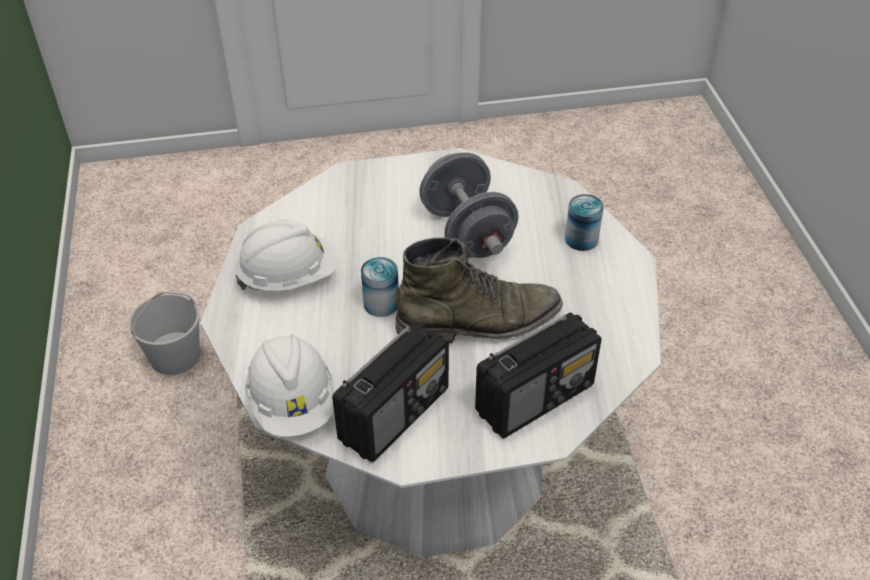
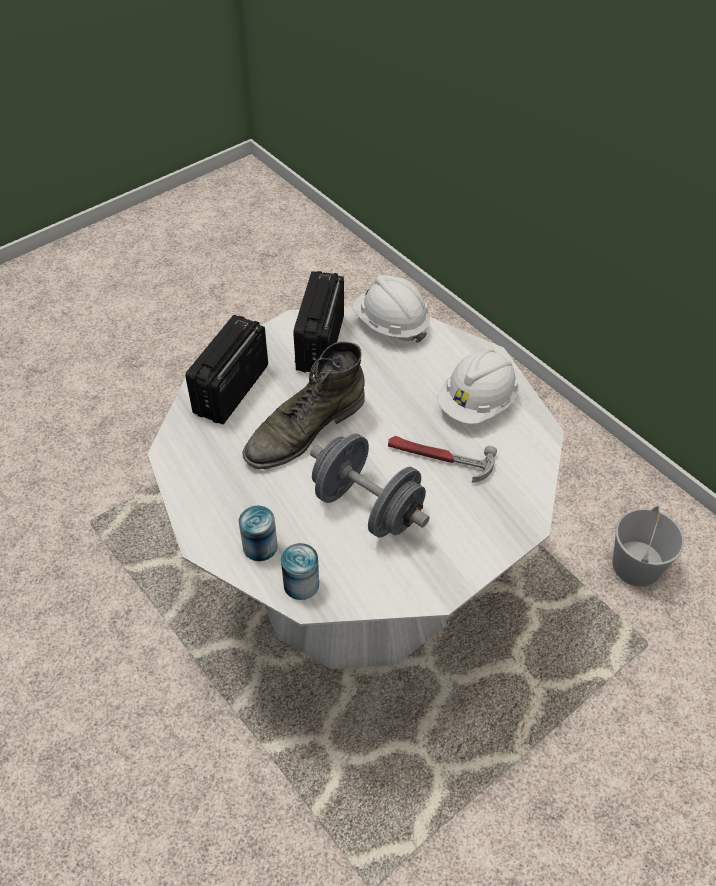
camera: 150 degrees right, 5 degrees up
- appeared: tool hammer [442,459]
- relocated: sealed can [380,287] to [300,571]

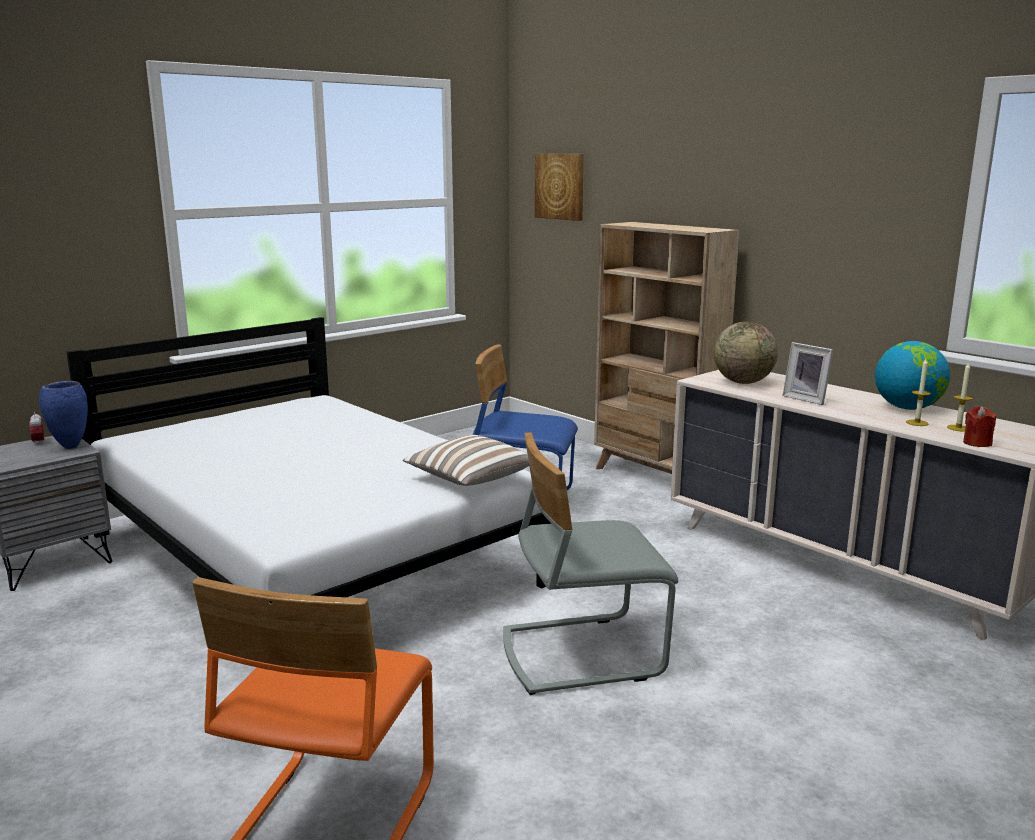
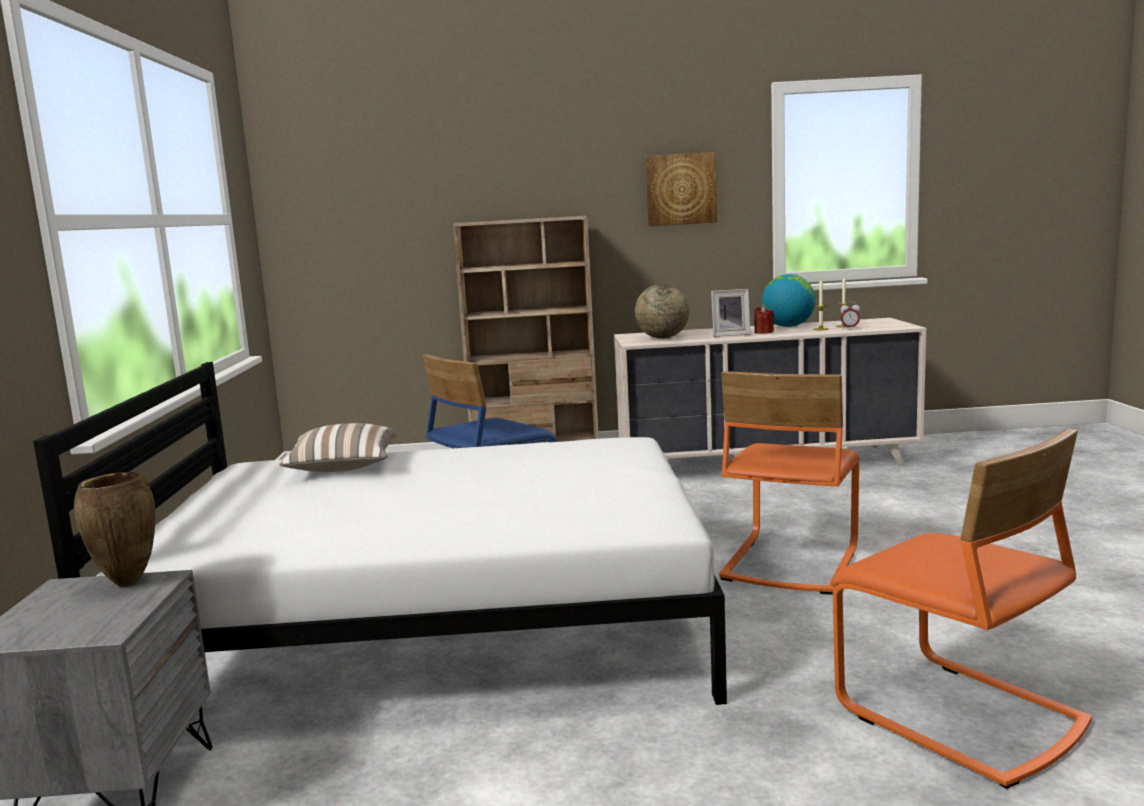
camera: 50 degrees left, 5 degrees down
- relocated: bedside clock [37,429] to [850,316]
- relocated: cushion [466,460] to [338,447]
- relocated: wall picture [559,187] to [681,189]
- relocated: reddish wax light [979,426] to [764,320]
- colour: bluish decorative vase [63,415] to brown-coloured decorative vase [114,529]
- colour: gray upright chair [590,564] to orange-coloured upright chair [789,483]

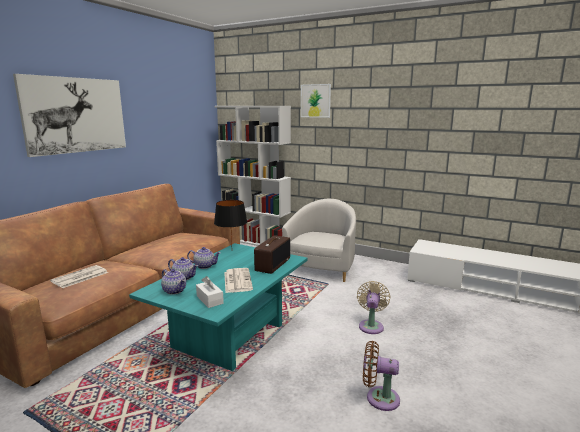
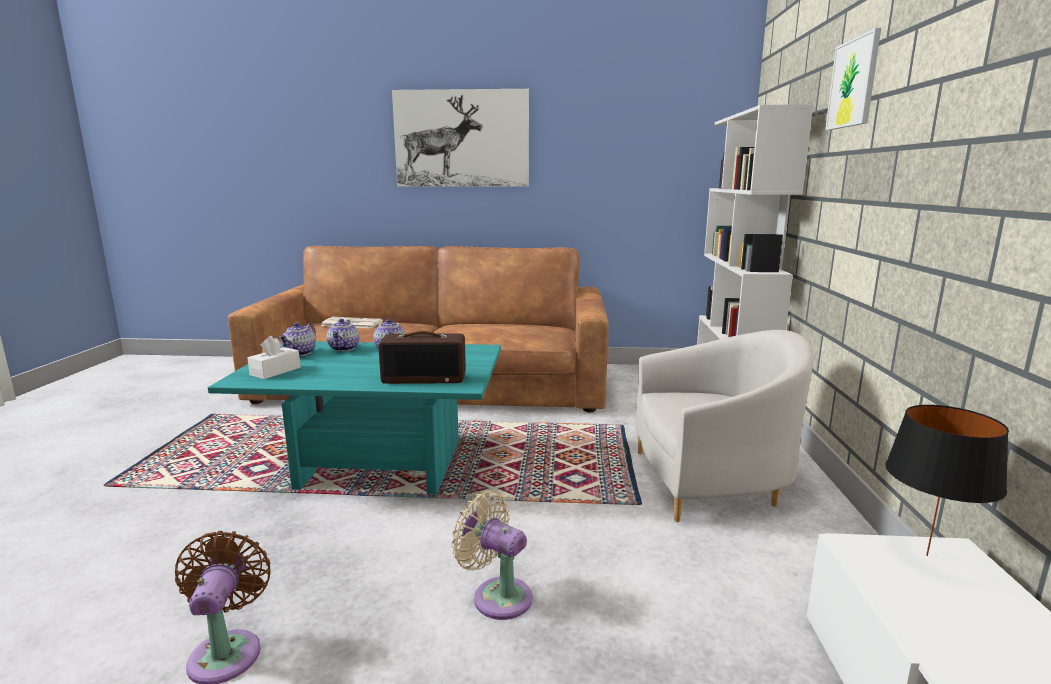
camera: 65 degrees right, 0 degrees up
- missing: daily paper [238,280]
- relocated: black-coloured tabletop lamp [230,222] to [947,480]
- spun: beige electric fan [374,307] = [491,555] 135 degrees counterclockwise

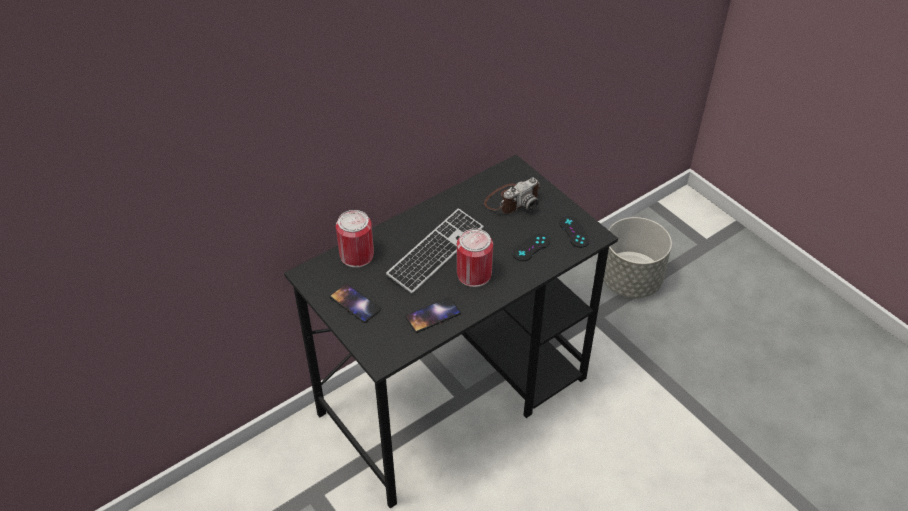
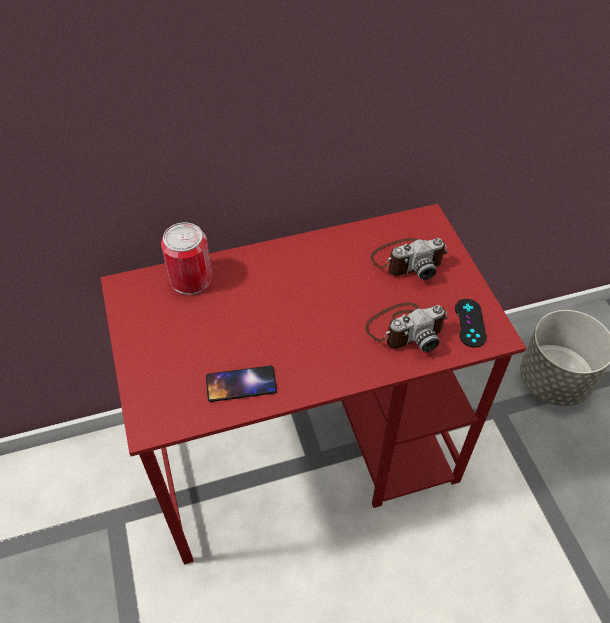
camera: 20 degrees right, 5 degrees up
- missing: handset [355,303]
- missing: PC keyboard [435,251]
- missing: sealed can [475,258]
- exchanged: black-coloured game controller [531,247] to still camera [406,327]
- colour: black-coloured desk [451,331] to reddish desk [313,384]

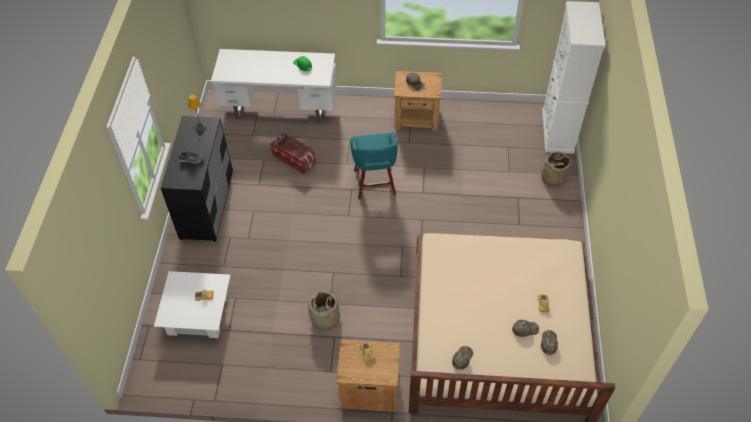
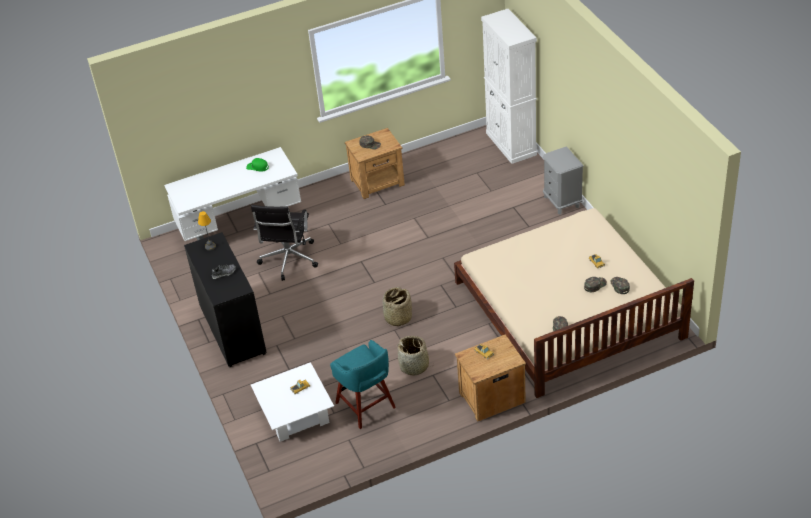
camera: 25 degrees left, 10 degrees down
- appeared: gray bedside table [563,180]
- relocated: turquoise-coloured stool [374,165] to [363,384]
- relocated: storage basket [556,169] to [397,306]
- exchanged: storage bin [293,154] to black-coloured computer chair [284,243]

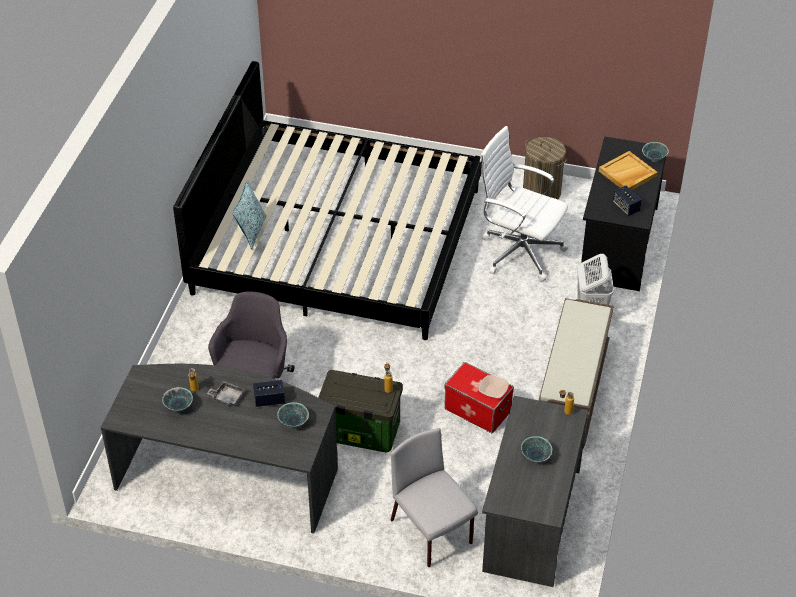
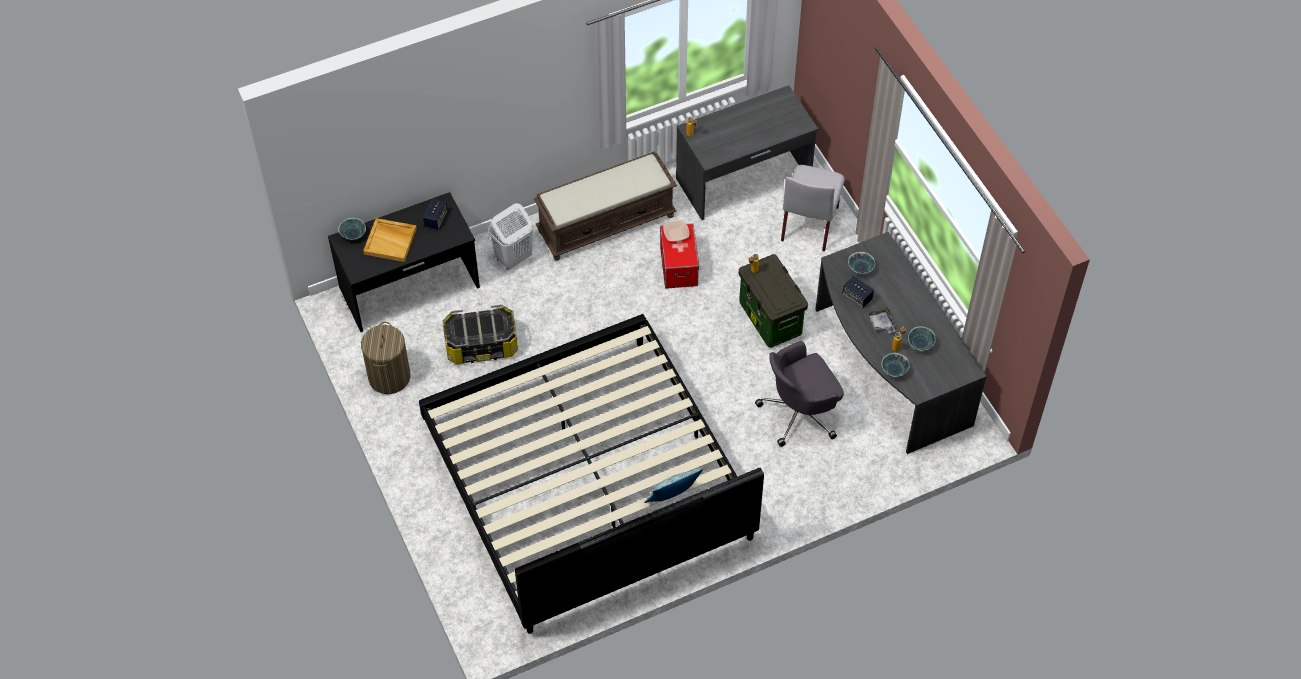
camera: 130 degrees left, 10 degrees up
- relocated: bowl [536,449] to [895,365]
- exchanged: white computer chair [524,204] to storage bin [480,334]

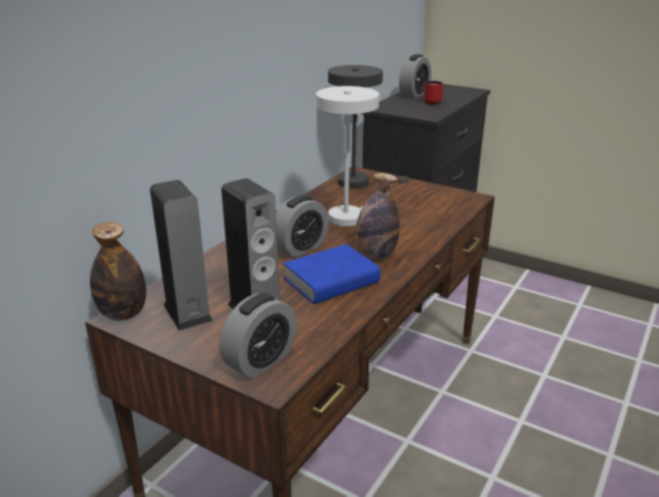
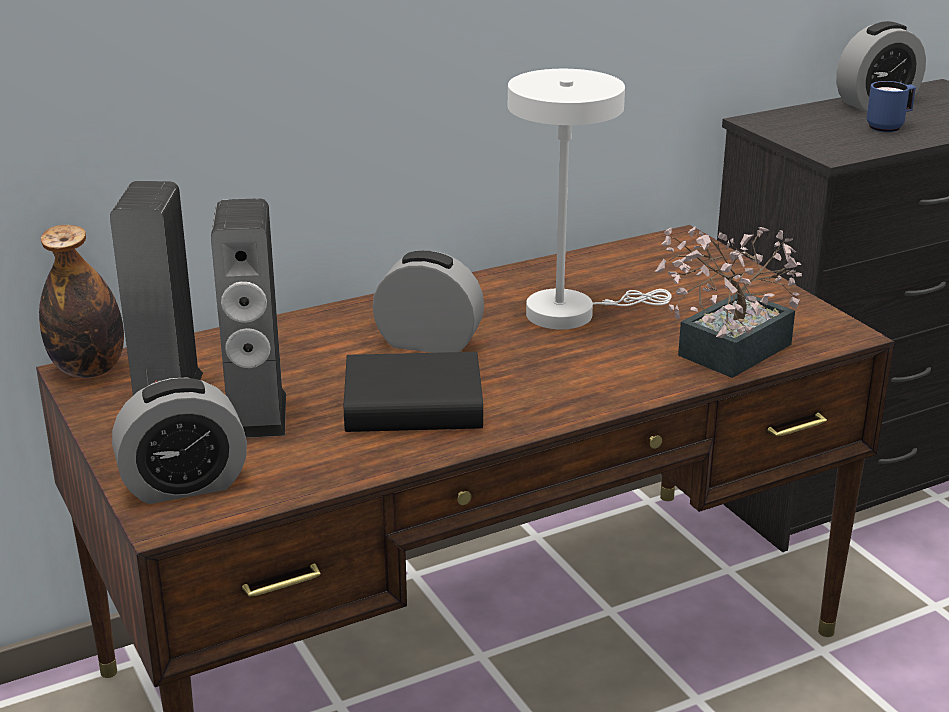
camera: 30 degrees right, 0 degrees up
- missing: gray tabletop lamp [369,127]
- missing: bottle [377,216]
- appeared: plant in a pot [728,302]
- colour: bluish book [332,274] to black-coloured book [413,392]
- colour: reddish coffee mug [433,93] to bluish coffee mug [891,106]
- spun: bedside clock [302,226] = [428,302] 150 degrees counterclockwise

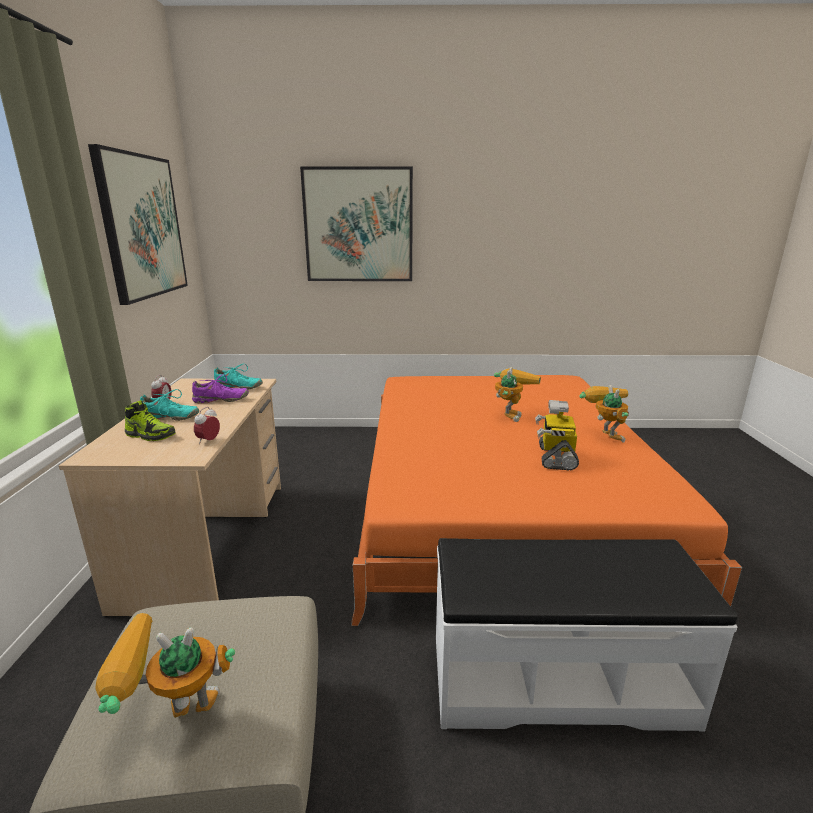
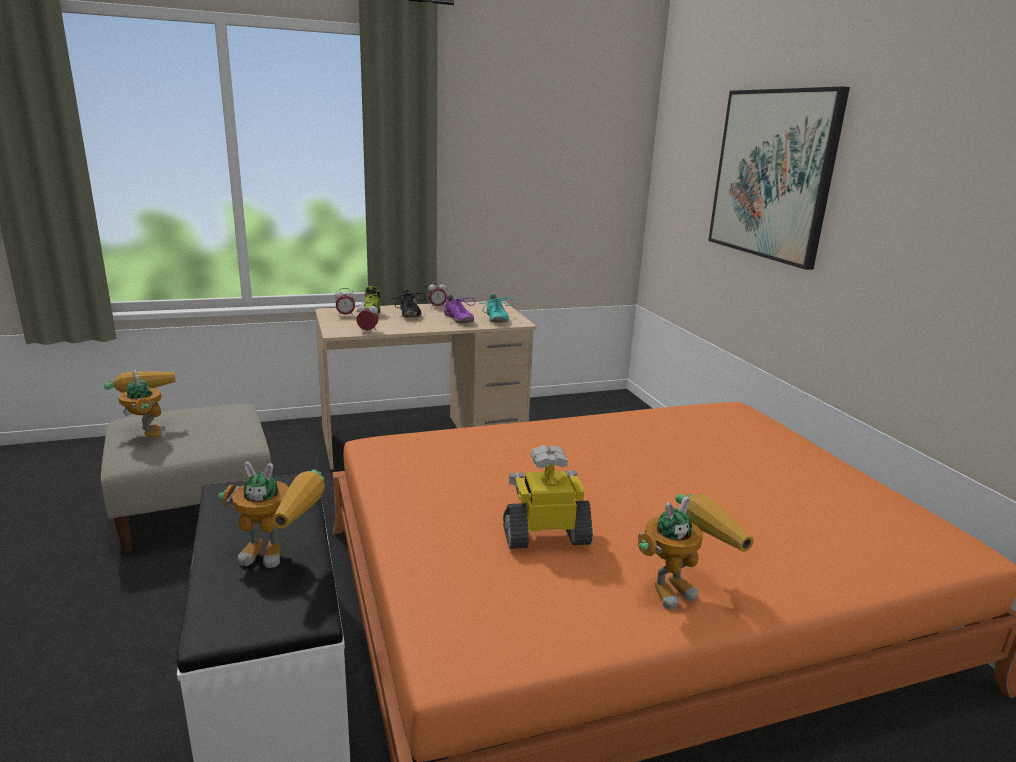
camera: 70 degrees right, 0 degrees up
- missing: wall picture [138,224]
- appeared: bedside clock [345,302]
- relocated: model robot [517,394] to [271,515]
- colour: turquoise-coloured item of footwear [169,405] to black-coloured item of footwear [408,303]

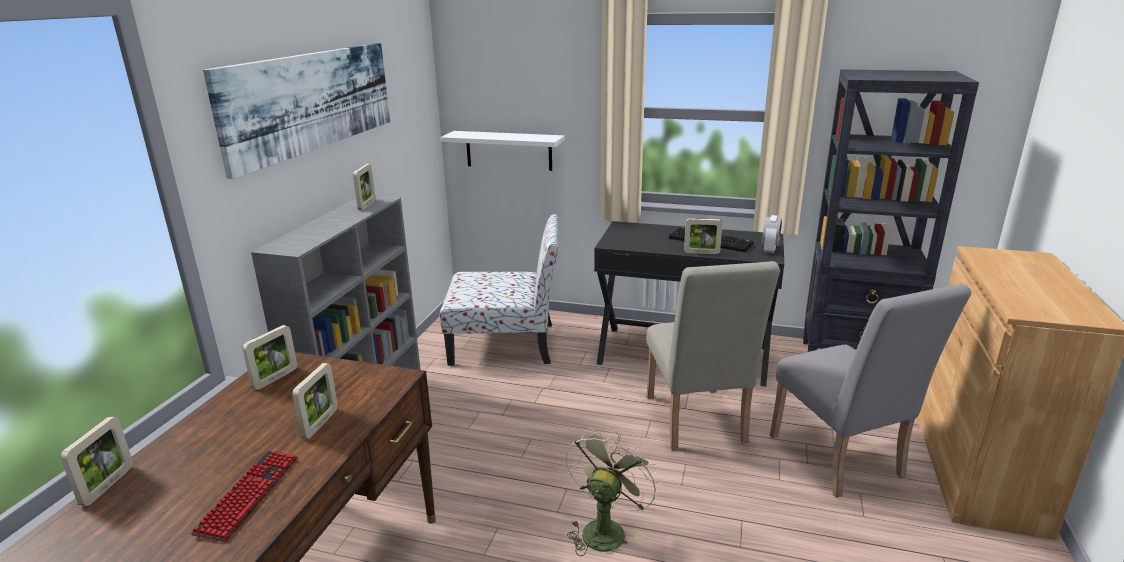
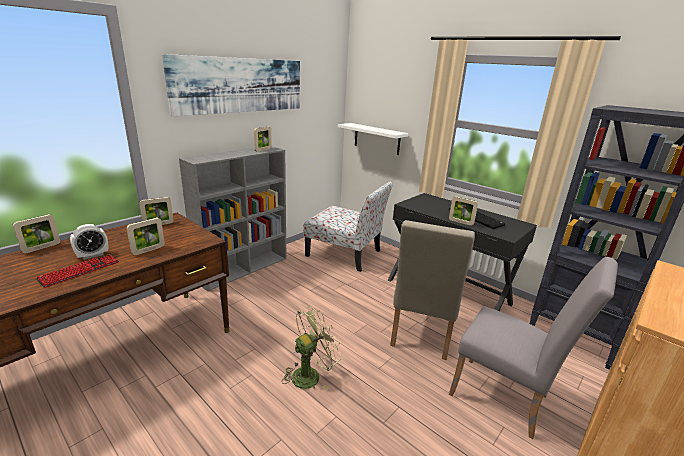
camera: 25 degrees right, 0 degrees up
- relocated: bedside clock [772,234] to [89,242]
- spun: gray upright chair [870,391] = [533,348] 60 degrees counterclockwise

